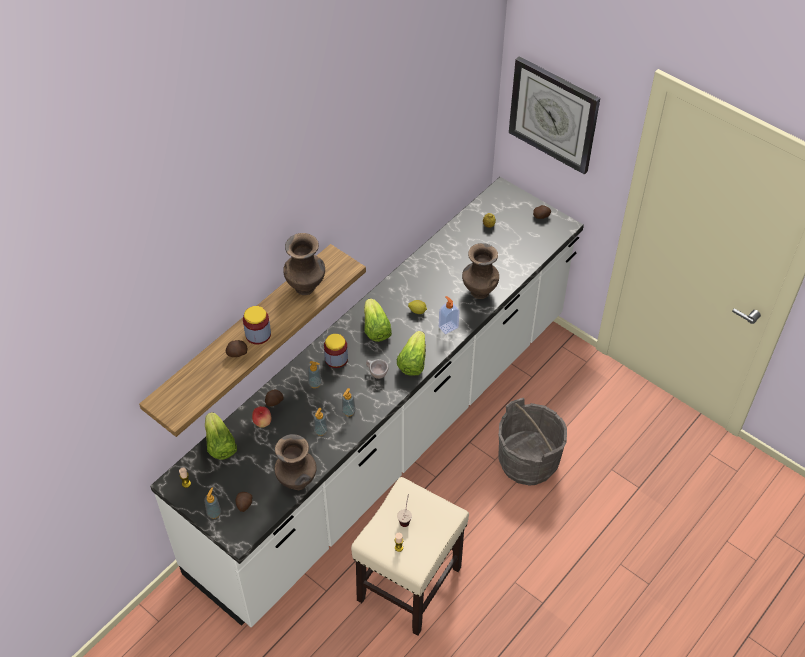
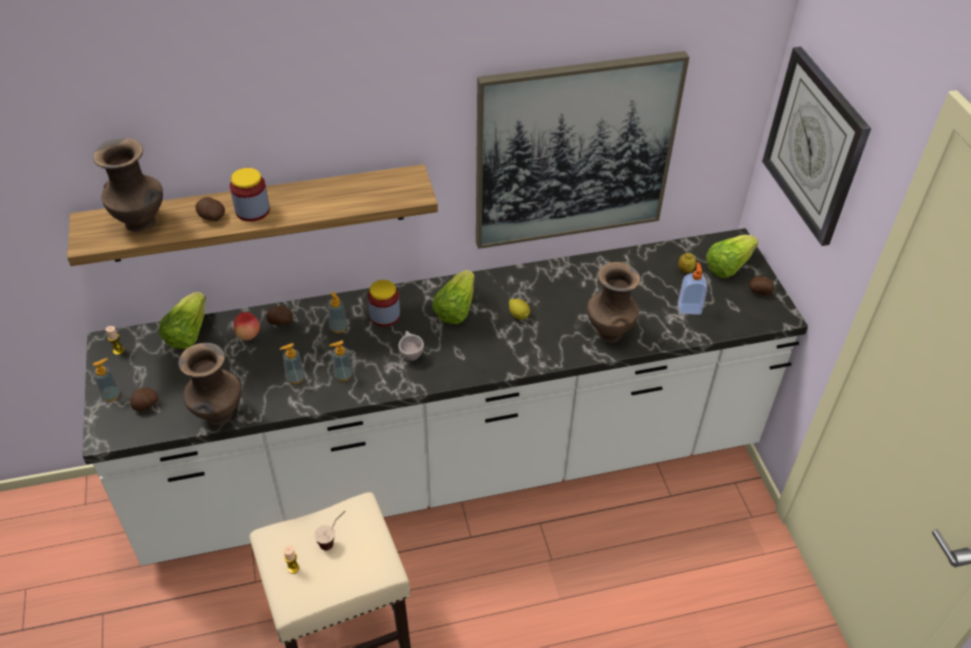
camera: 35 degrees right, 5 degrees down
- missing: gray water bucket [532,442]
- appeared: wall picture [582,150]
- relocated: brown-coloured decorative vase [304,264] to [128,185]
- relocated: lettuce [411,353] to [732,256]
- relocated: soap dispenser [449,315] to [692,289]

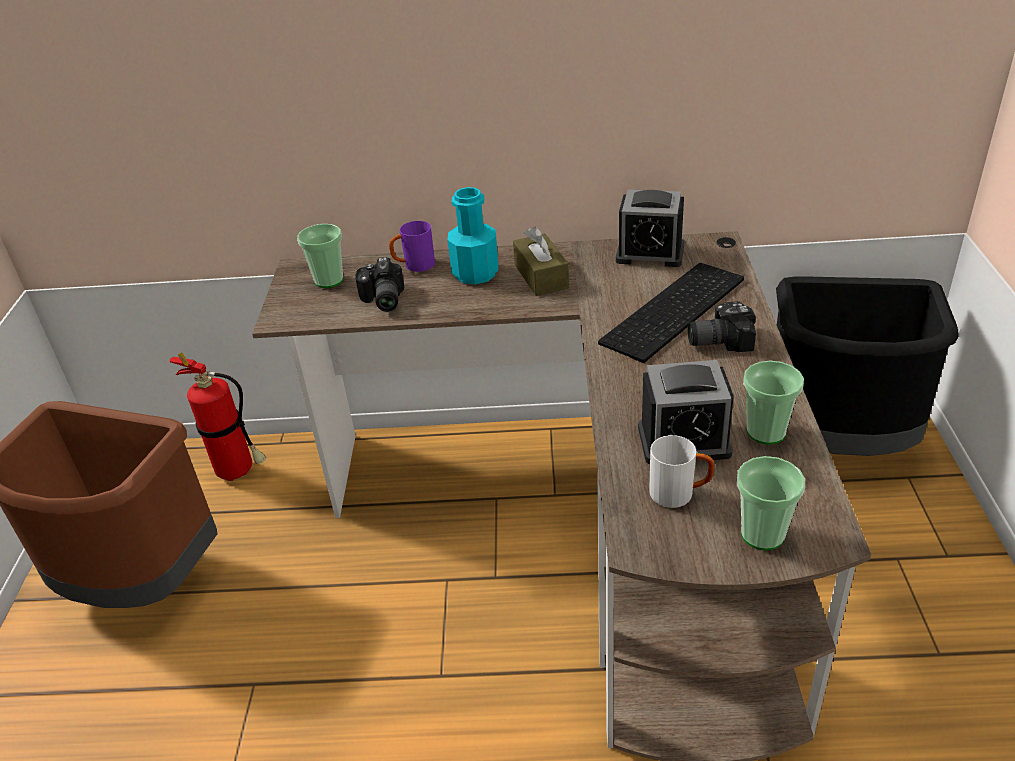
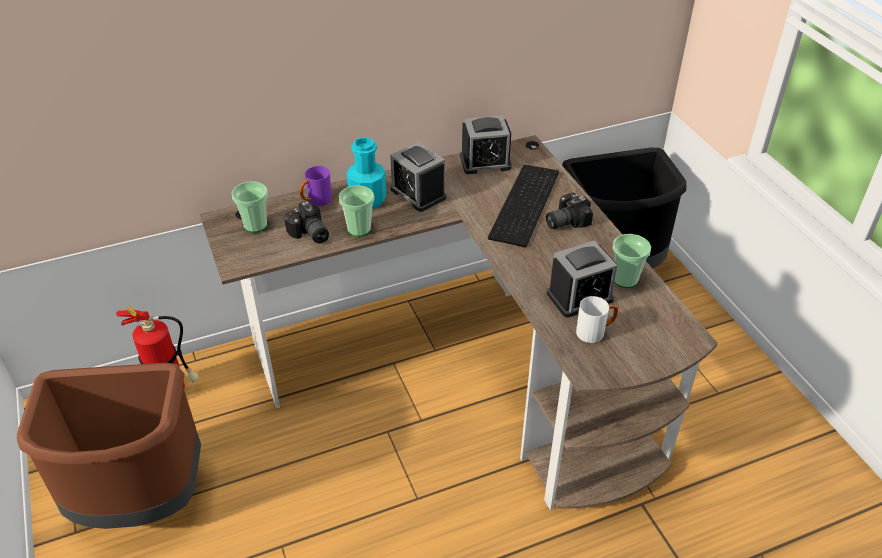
camera: 25 degrees left, 5 degrees up
- relocated: drinking cup [771,503] to [356,211]
- exchanged: brown-coloured tissue box [541,261] to bedside clock [418,177]

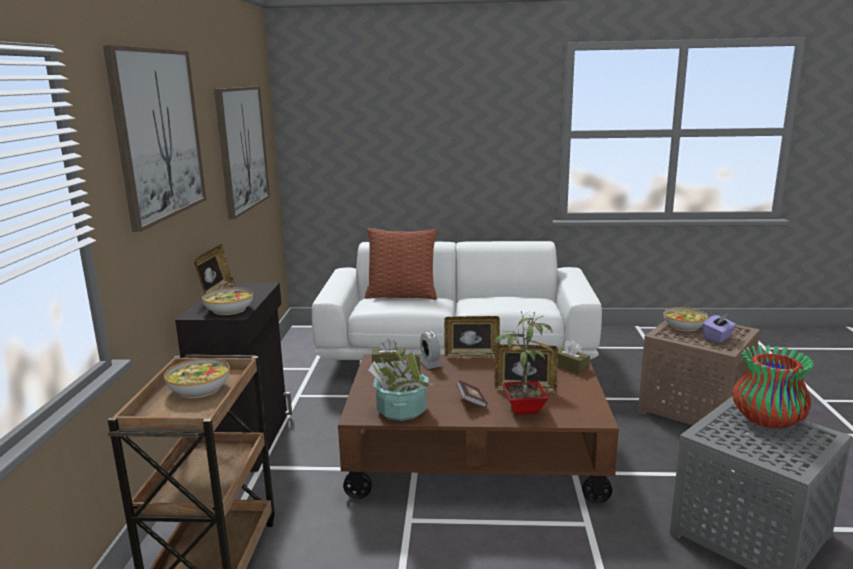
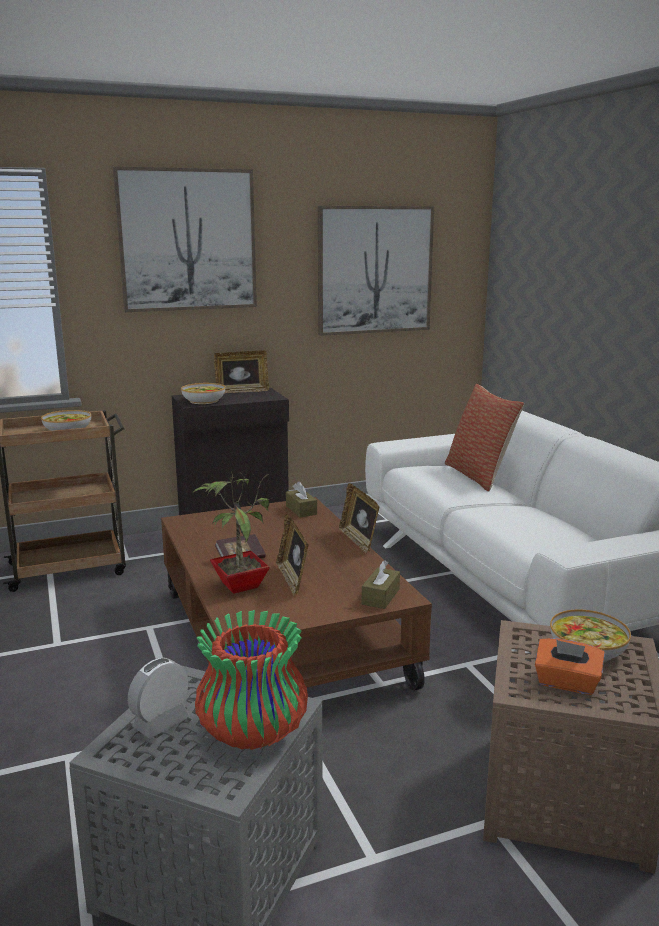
camera: 65 degrees right, 0 degrees up
- missing: plant in a pot [401,385]
- relocated: bedside clock [431,350] to [158,698]
- colour: purple-coloured tissue box [719,328] to orange-coloured tissue box [570,666]

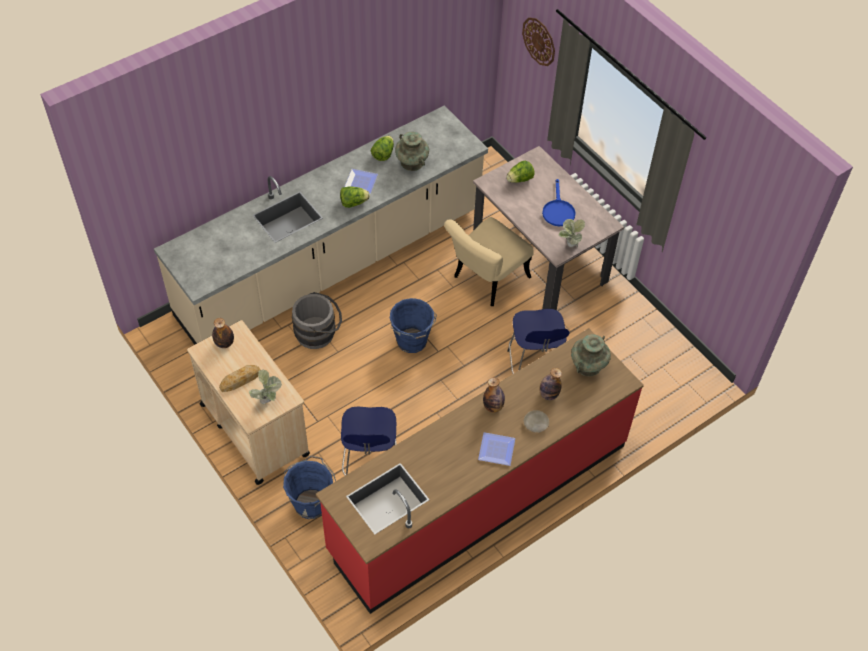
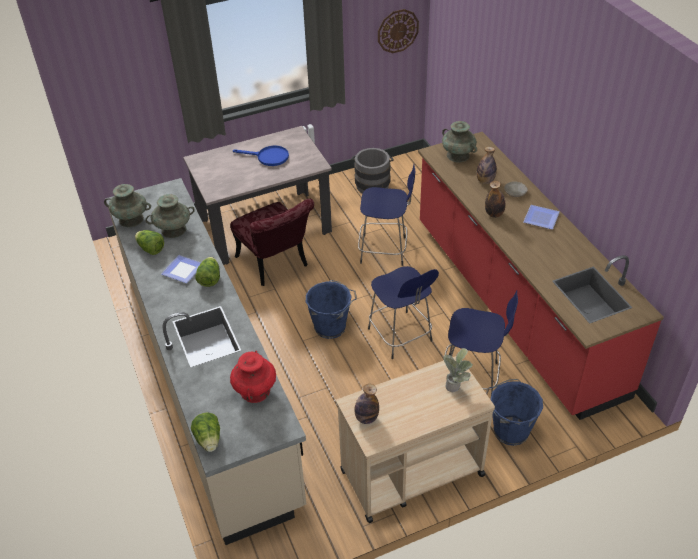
camera: 75 degrees left, 10 degrees down
- missing: baked bread [239,378]
- missing: plant in a pot [572,233]
- appeared: turquoise-coloured decorative vase [127,205]
- appeared: reddish decorative vase [253,376]
- appeared: bluish stool [403,312]
- relocated: gray water bucket [317,320] to [372,171]
- relocated: lettuce [520,172] to [205,432]
- relocated: hanging clock [538,41] to [398,31]
- colour: beige upright chair [489,261] to reddish upright chair [272,242]

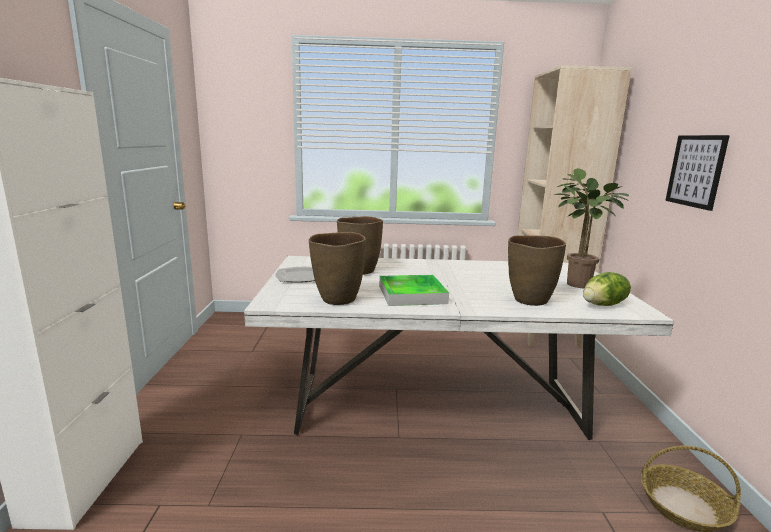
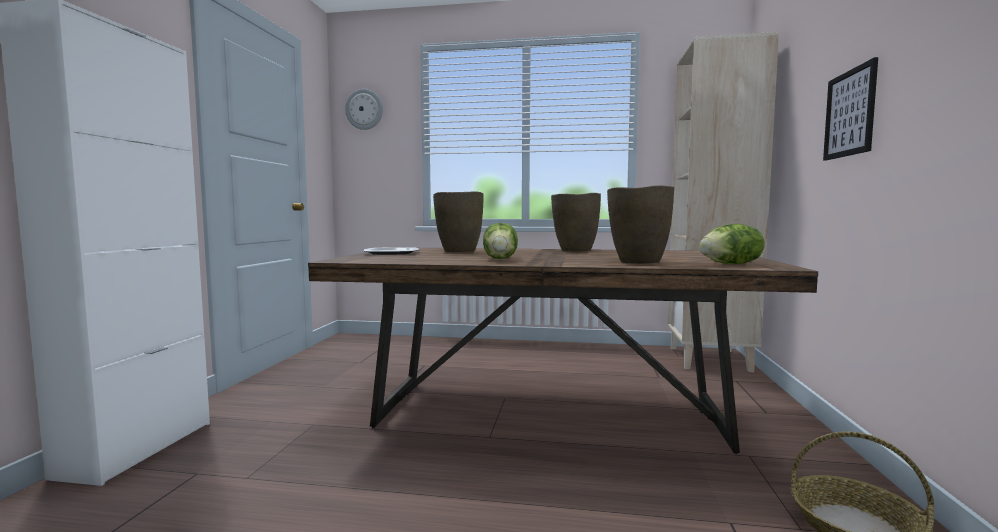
camera: 10 degrees right, 10 degrees down
- missing: plant in a pot [591,228]
- appeared: hanging clock [364,109]
- relocated: brown-coloured decorative vase [337,268] to [576,222]
- exchanged: carrying tray [414,290] to lettuce [500,241]
- colour: white dining table [459,348] to brown-coloured dining table [563,351]

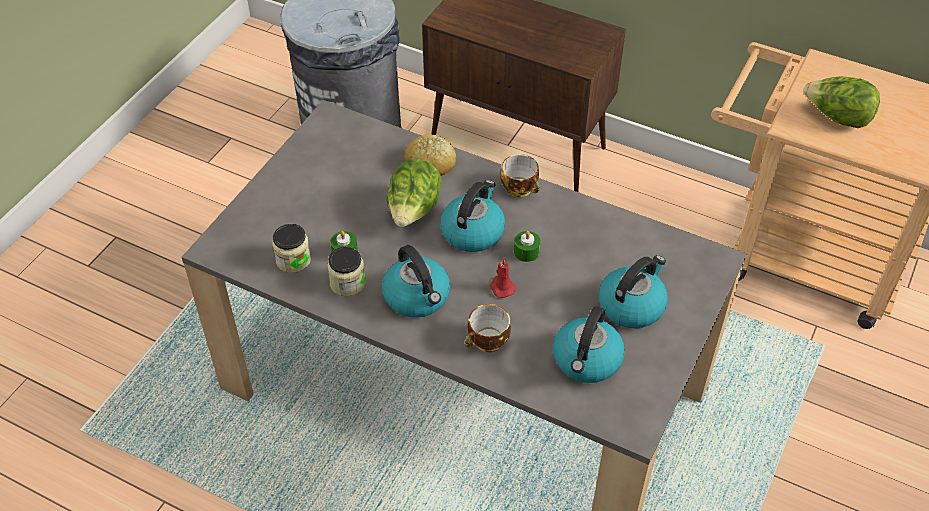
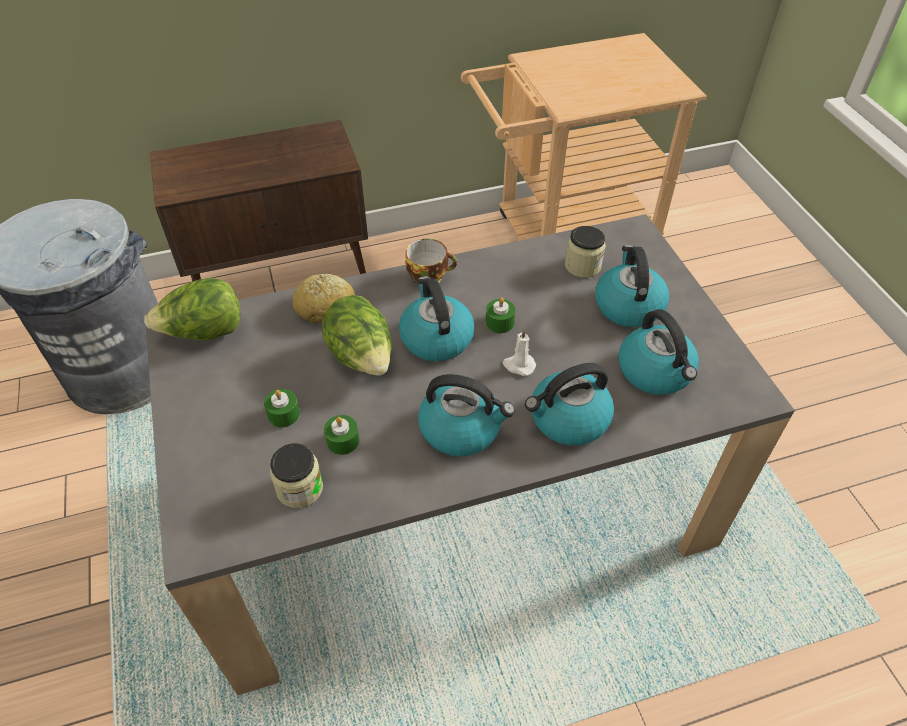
camera: 45 degrees left, 0 degrees up
- appeared: greenish wax light [282,408]
- relocated: storage jar [346,271] to [585,252]
- relocated: lettuce [842,102] to [192,309]
- exchanged: drinking cup [488,328] to tea kettle [569,404]
- colour: reddish wax light [503,278] to white wax light [519,352]

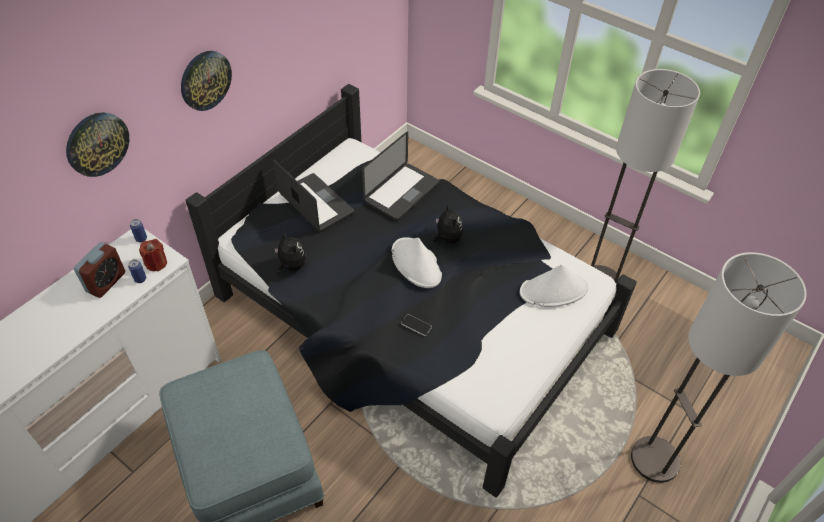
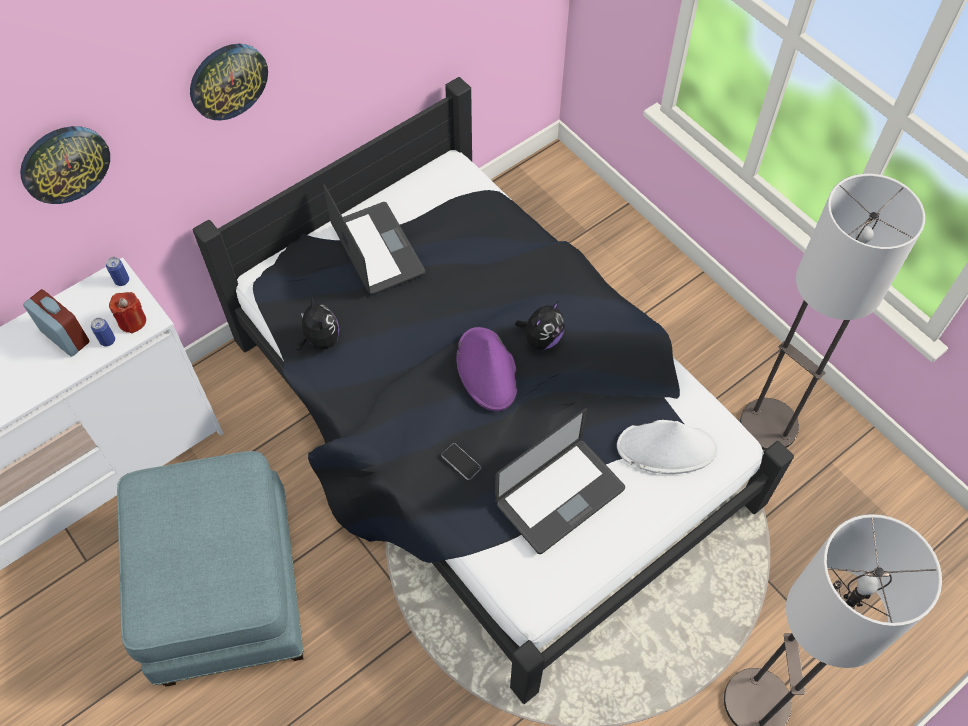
camera: 15 degrees right, 10 degrees up
- relocated: laptop [400,175] to [560,481]
- colour: white hat [417,262] to purple-coloured hat [486,369]
- spun: bedside clock [99,270] = [56,323] 90 degrees counterclockwise
- spun: plush toy [447,223] = [540,325] 45 degrees clockwise

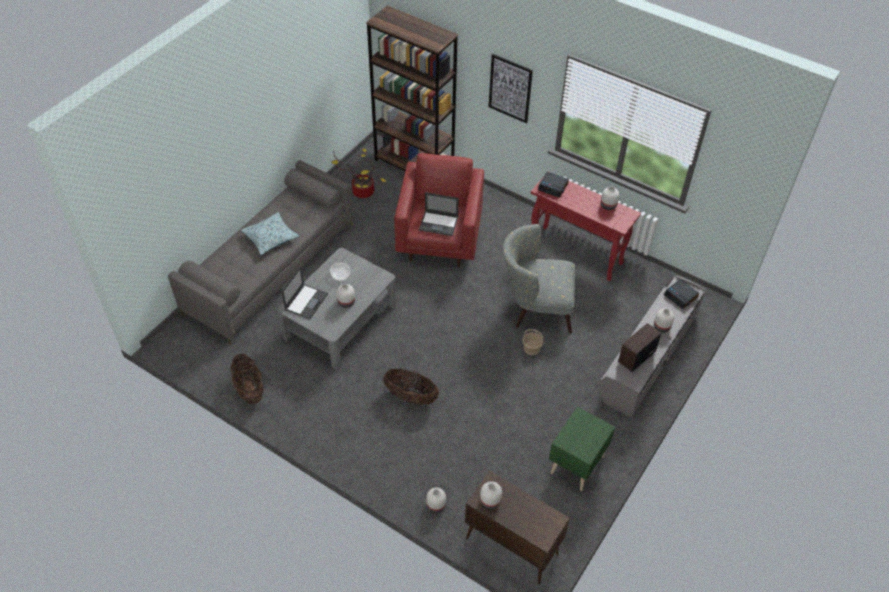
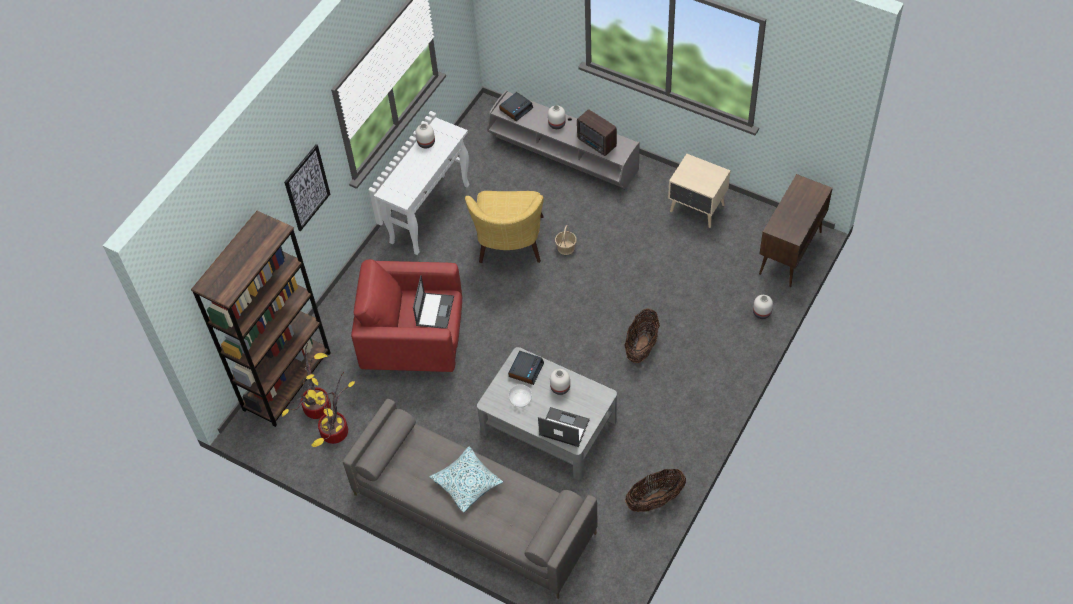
camera: 90 degrees left, 5 degrees up
- missing: white decorative vase [491,495]
- appeared: plant in a pot [306,381]
- relocated: bedside clock [553,185] to [526,368]
- colour: gray lounge chair [539,279] to yellow-coloured lounge chair [504,227]
- colour: reddish hall table [586,226] to white hall table [422,186]
- colour: greenish bedside table [582,449] to beige bedside table [699,191]

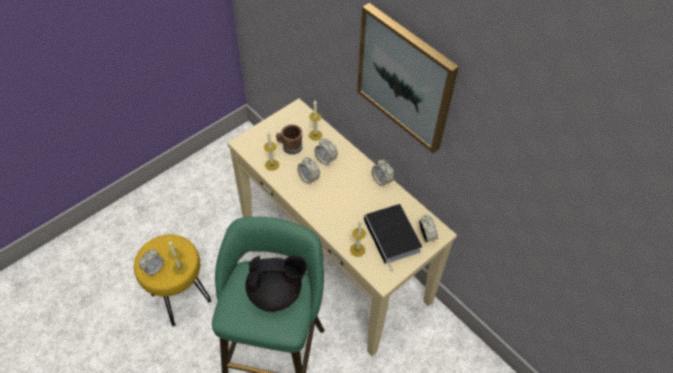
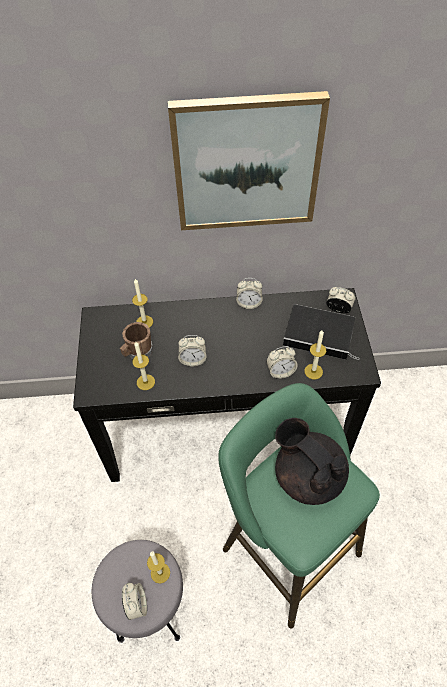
camera: 50 degrees left, 0 degrees up
- relocated: bedside clock [326,151] to [282,362]
- colour: yellow-coloured stool [172,280] to gray stool [137,591]
- colour: beige hall table [342,227] to black-coloured hall table [227,385]
- spun: black-coloured pot for tea [276,283] = [312,461] 75 degrees counterclockwise

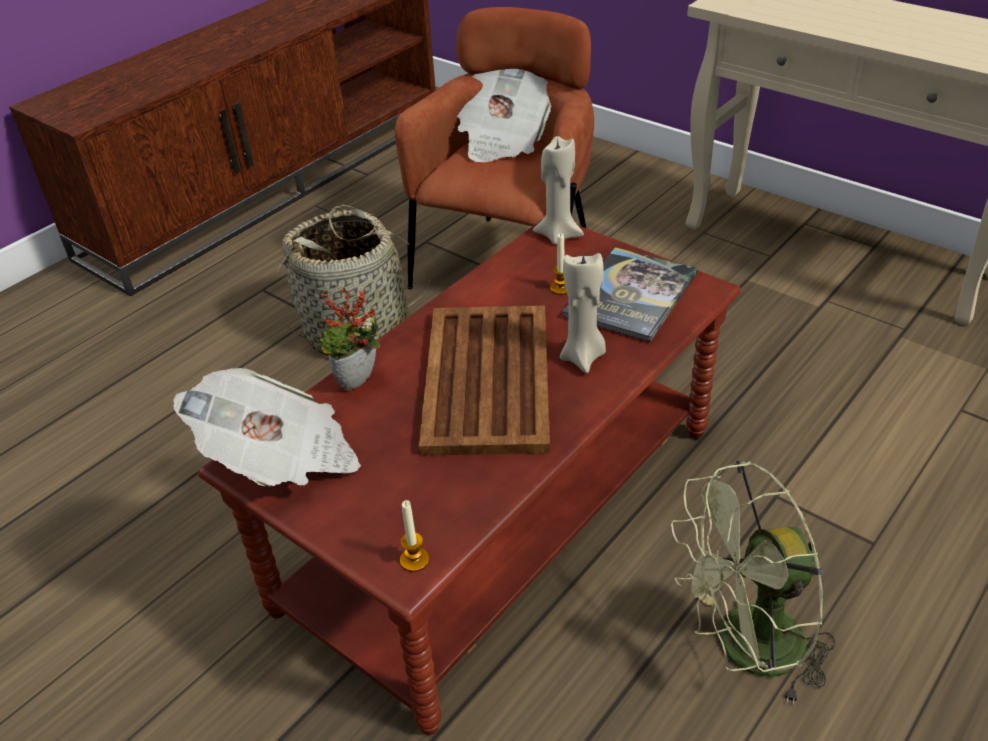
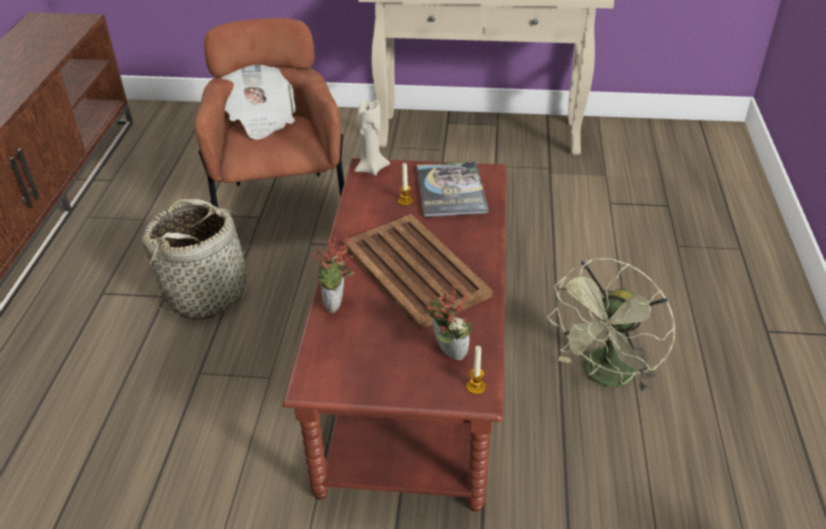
camera: 35 degrees left, 0 degrees up
- missing: daily paper [267,427]
- missing: beige wax light [583,312]
- appeared: plant in a pot [449,320]

